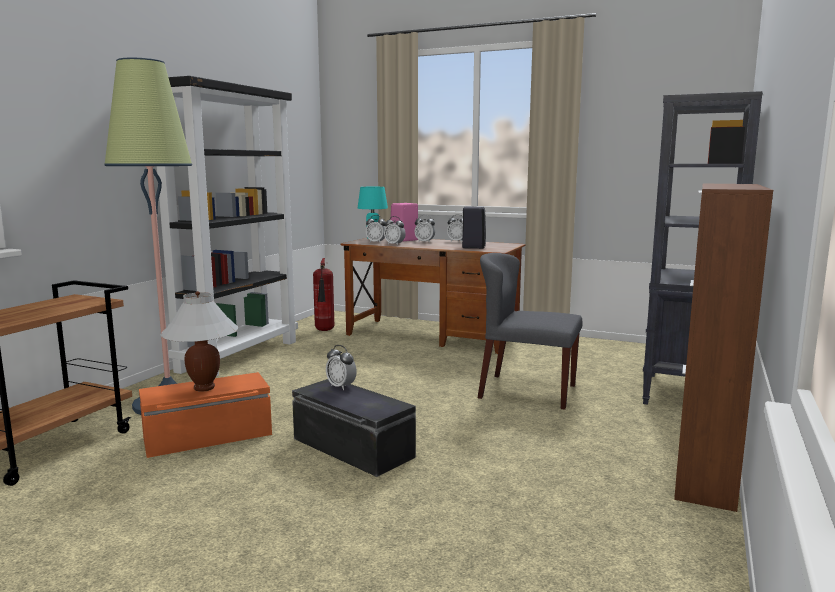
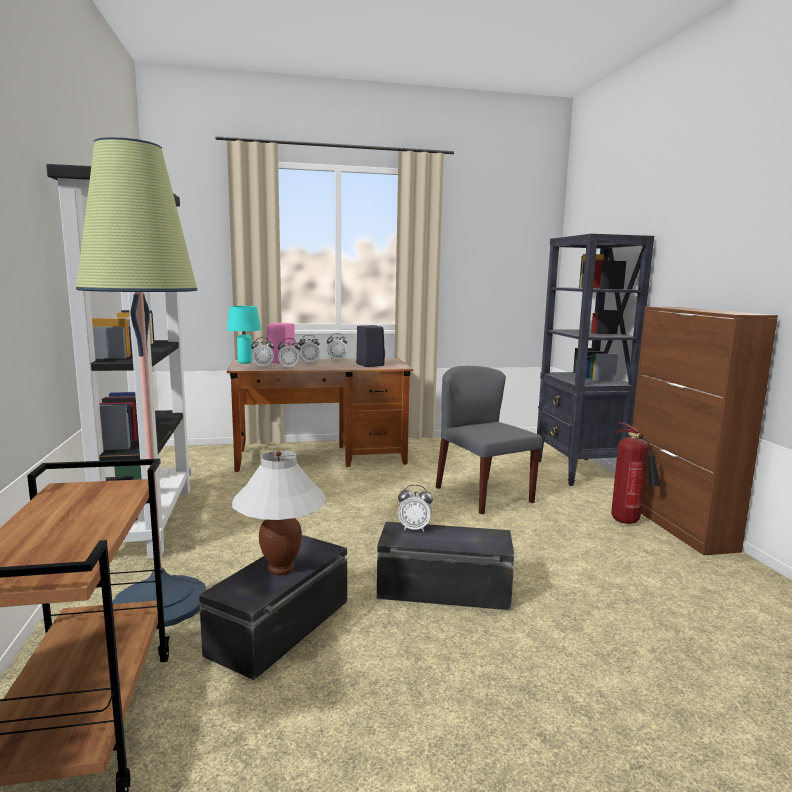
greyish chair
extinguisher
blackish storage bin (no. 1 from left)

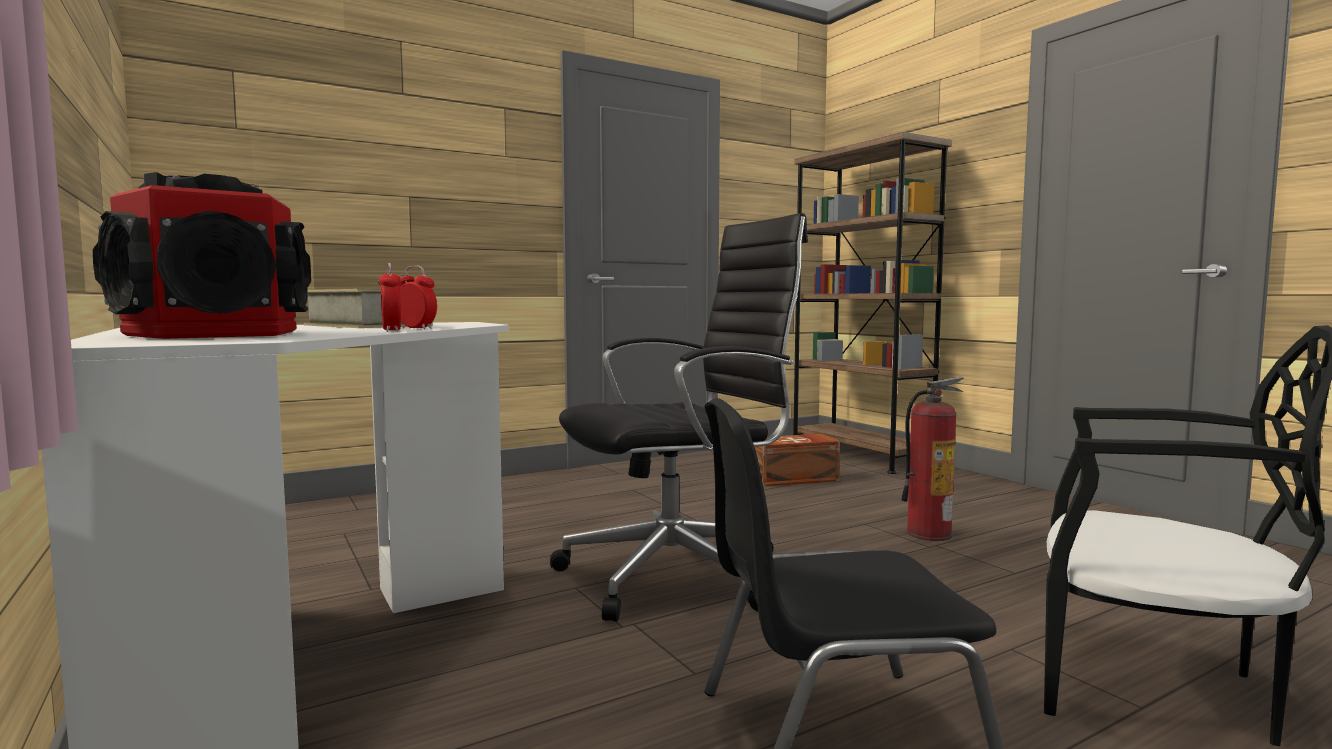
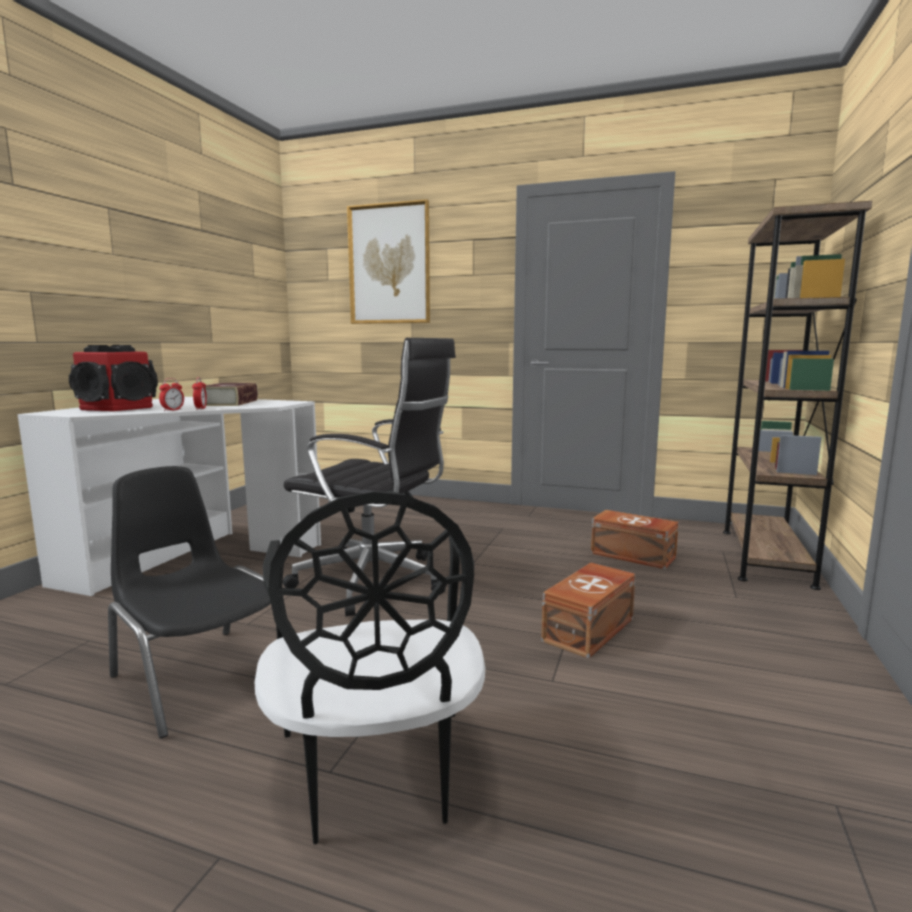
brownish storage bin (no. 1 from left)
picture

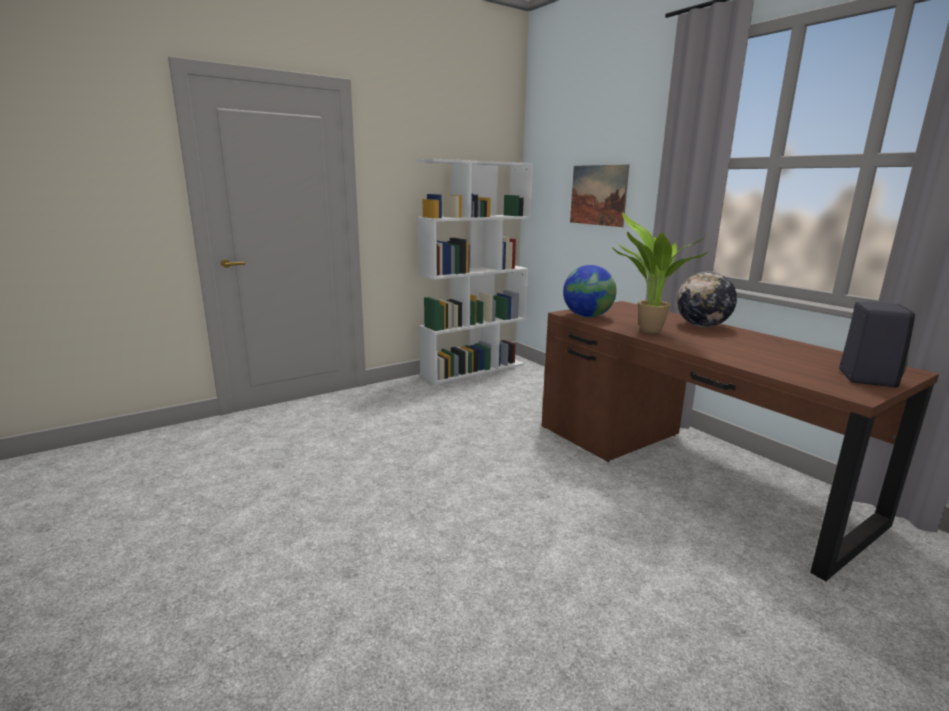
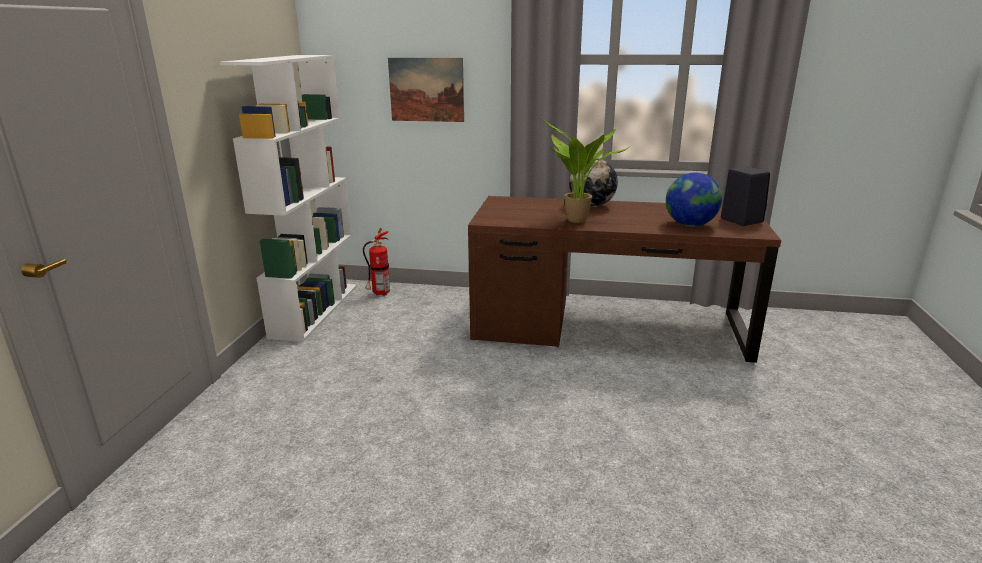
globe (no. 2 from left)
extinguisher

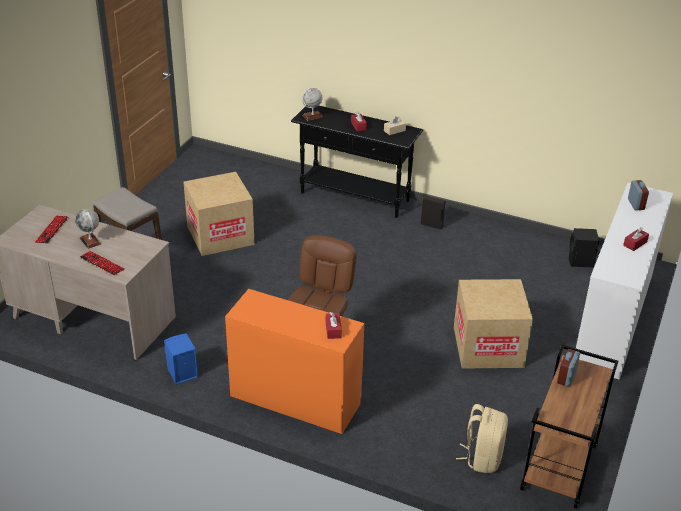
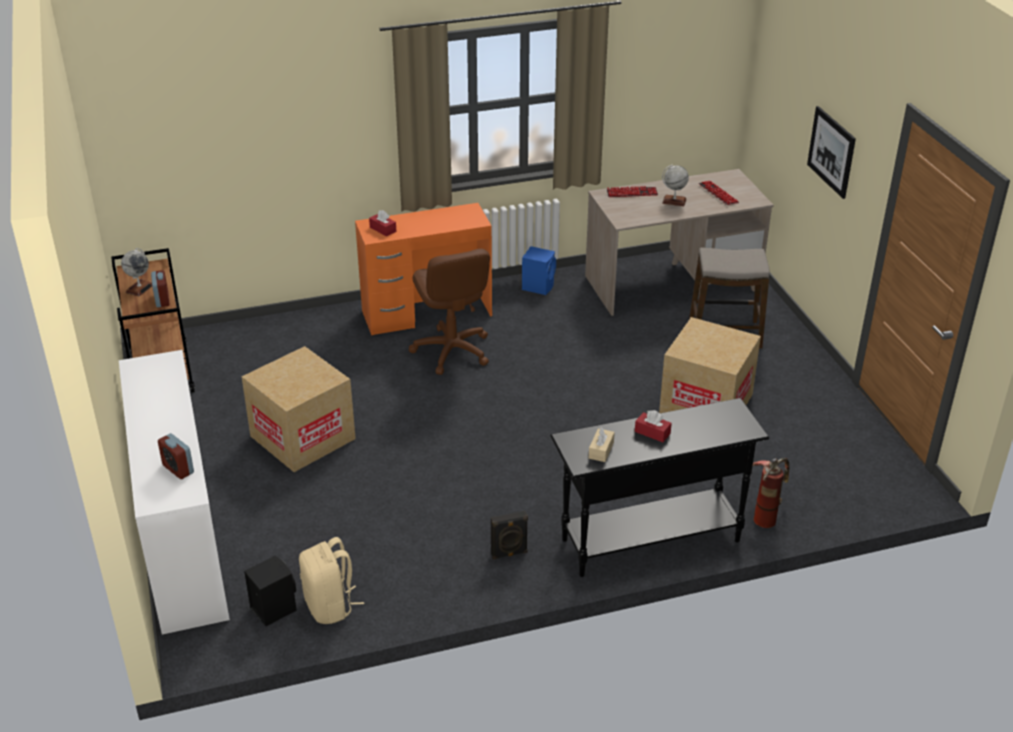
globe (no. 1 from left)
red-coloured tissue box (no. 3 from left in the first image)
sand-coloured backpack
picture
extinguisher

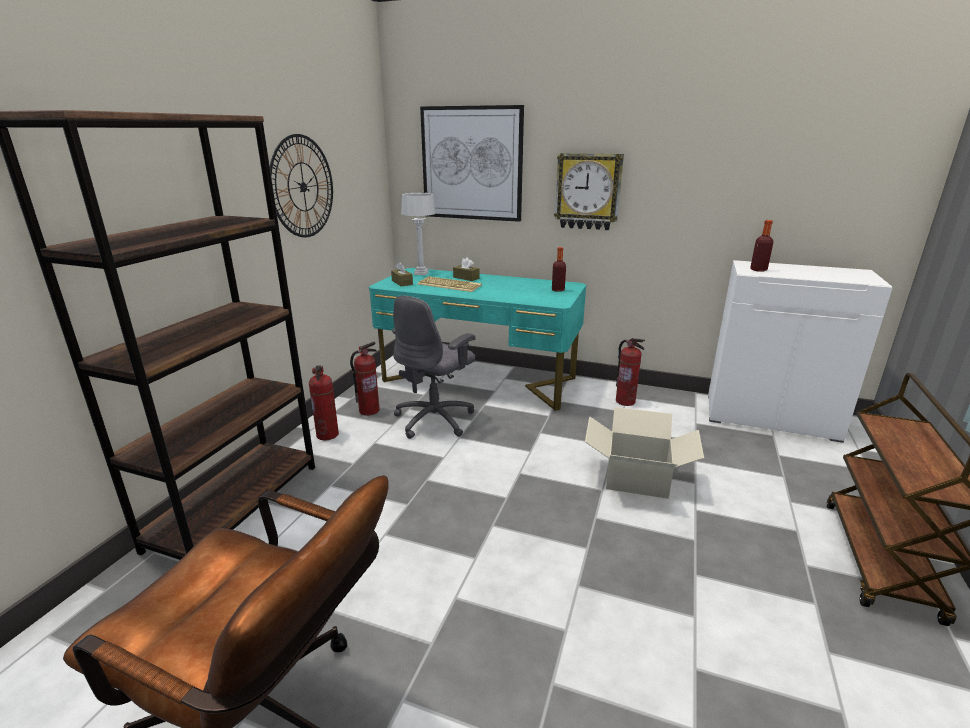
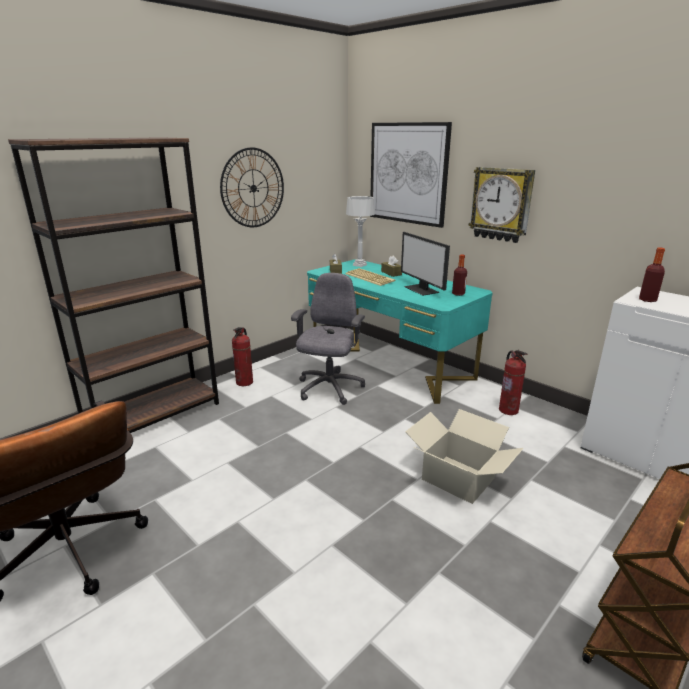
greyish desk chair
extinguisher (no. 2 from left in the first image)
computer display

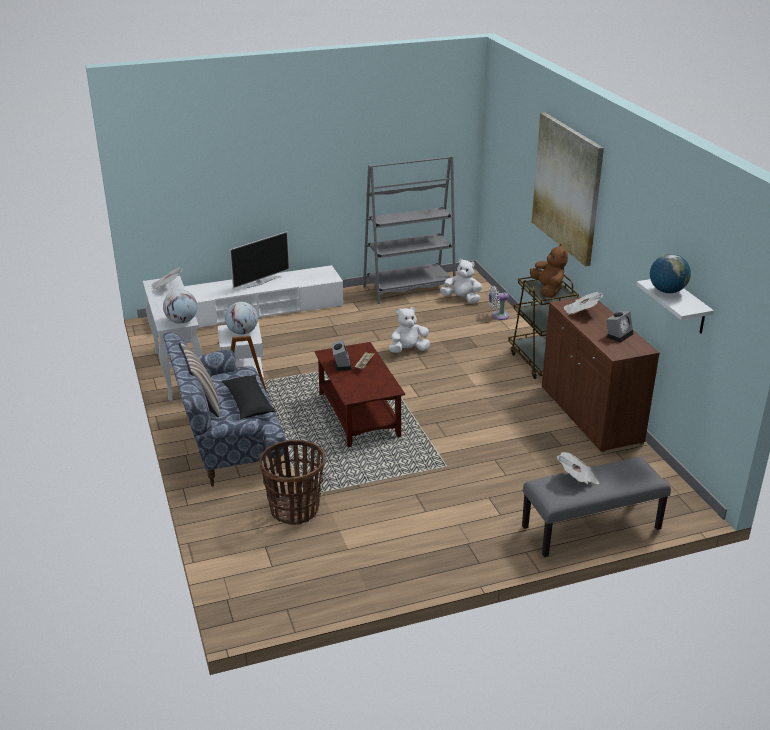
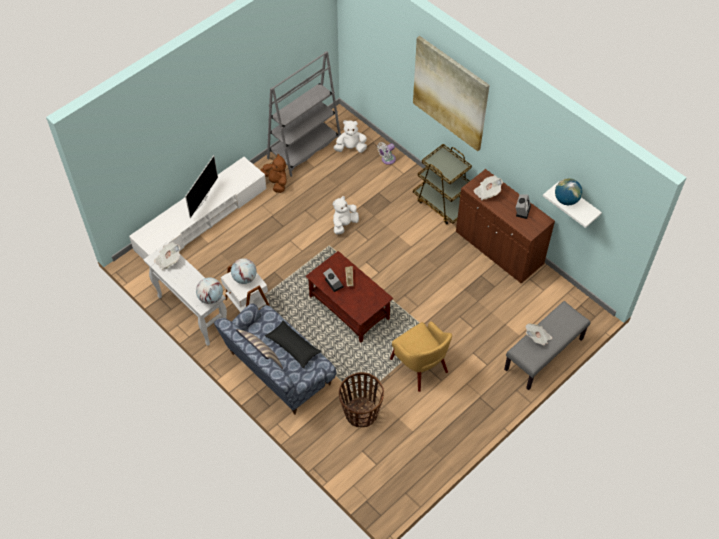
brownish plush toy
yellow lounge chair

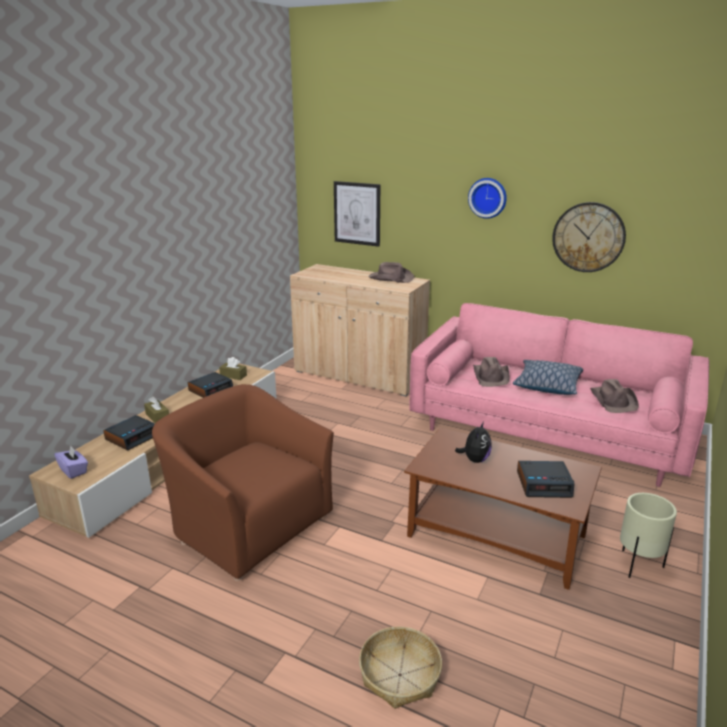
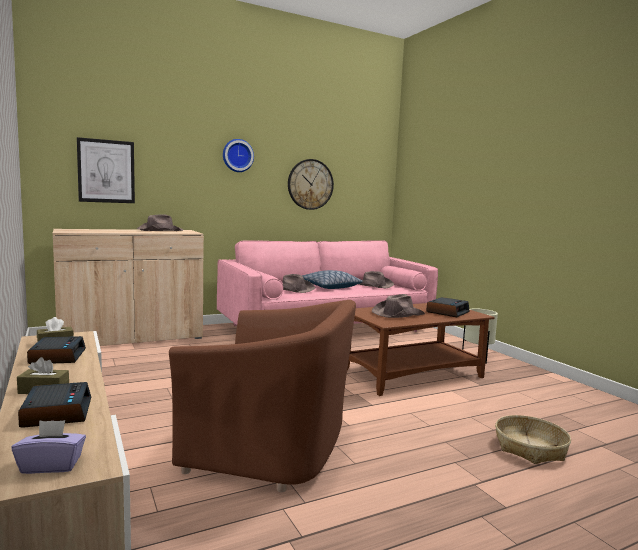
brownish lounge chair
brownish clothing hat (no. 4 from left)

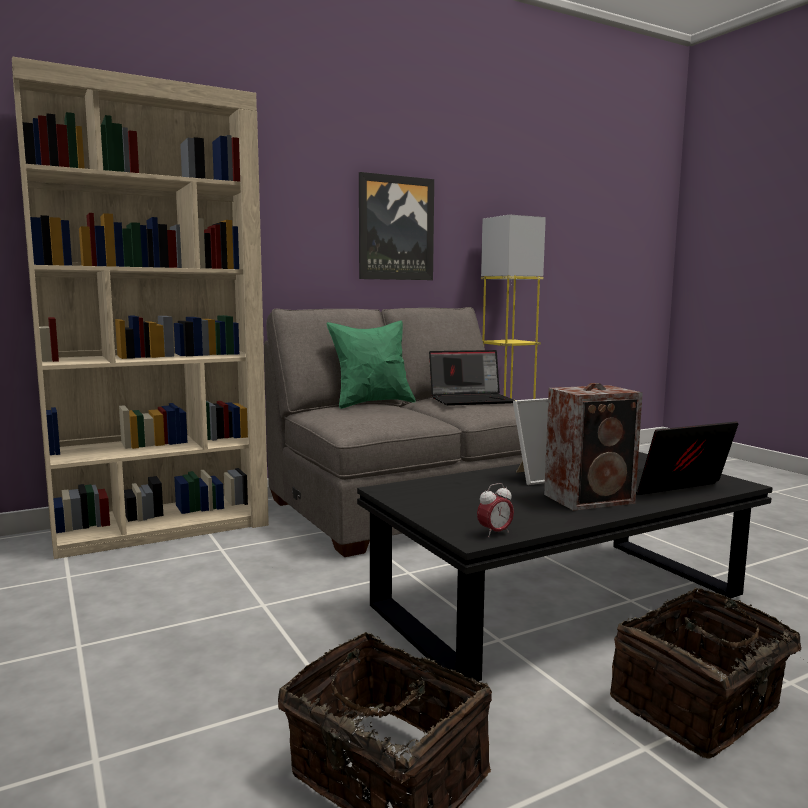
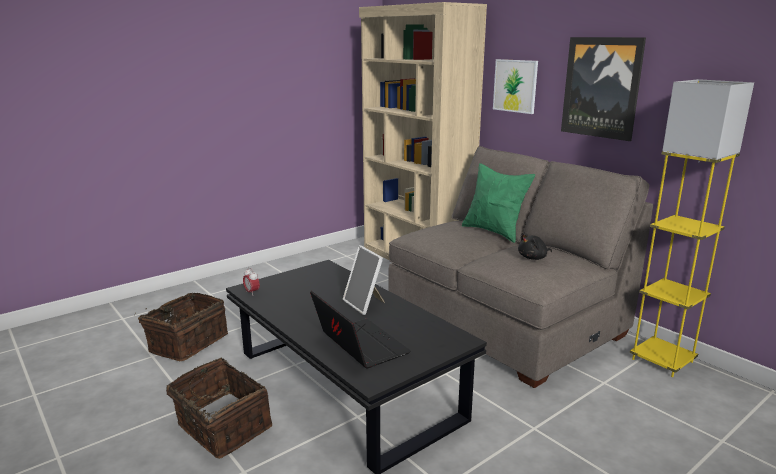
blackish plush toy
loudspeaker
picture (no. 1 from left)

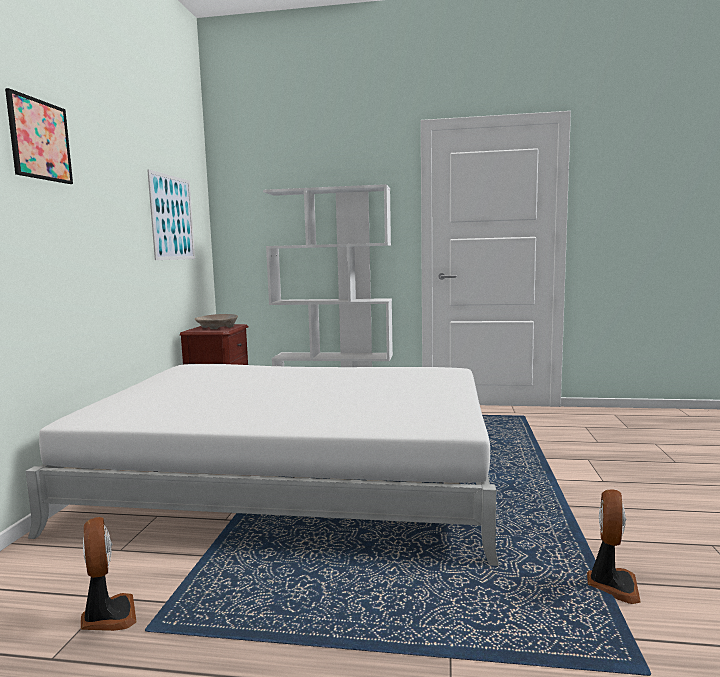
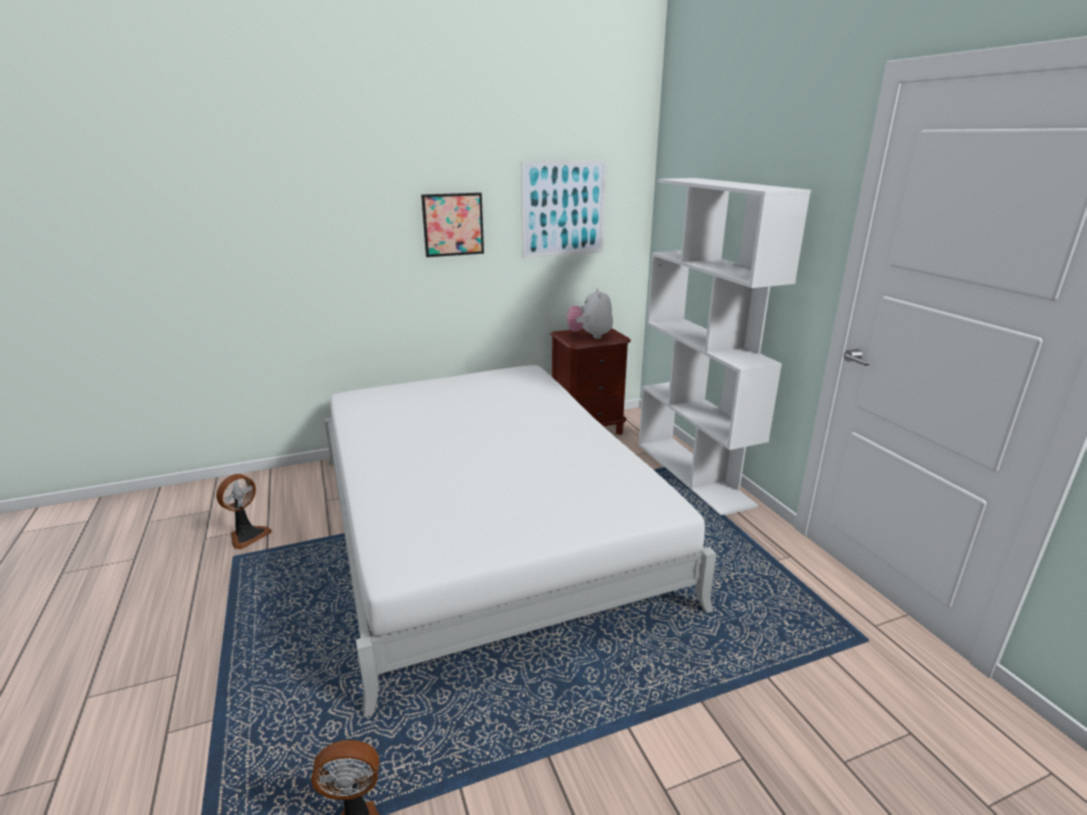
picture (no. 1 from left)
plush toy

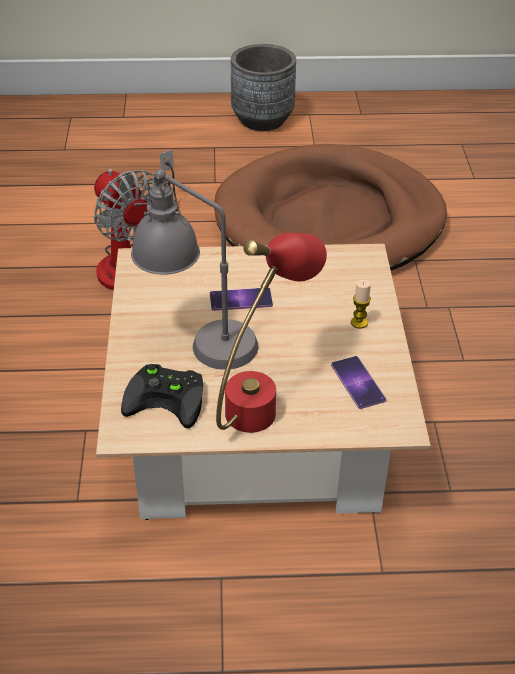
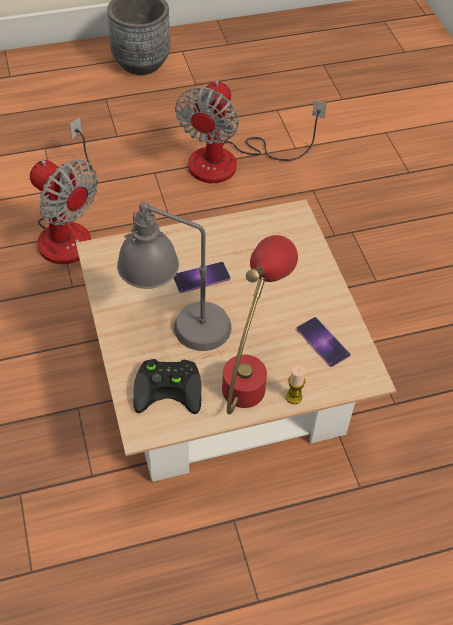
electric fan (no. 2 from left)
wax light

